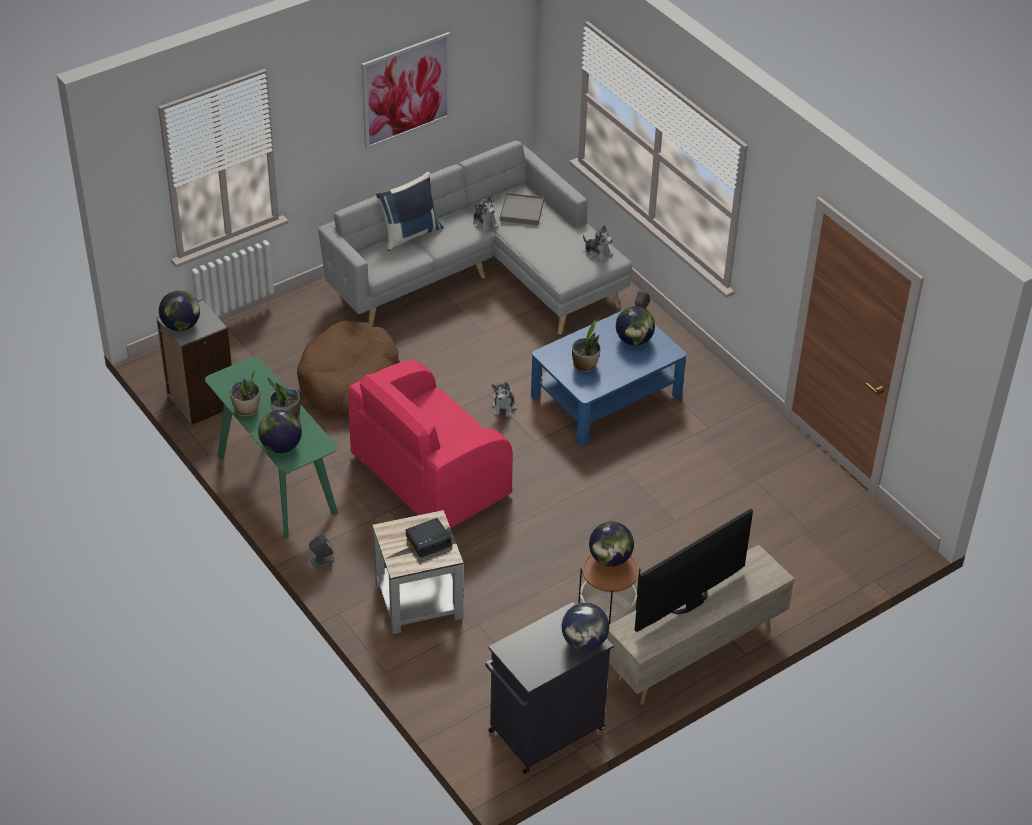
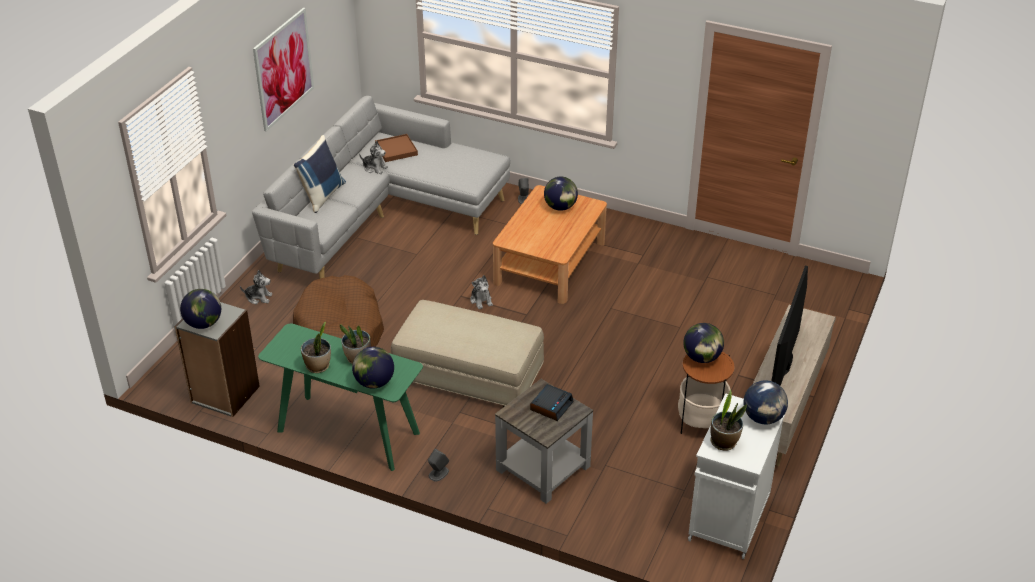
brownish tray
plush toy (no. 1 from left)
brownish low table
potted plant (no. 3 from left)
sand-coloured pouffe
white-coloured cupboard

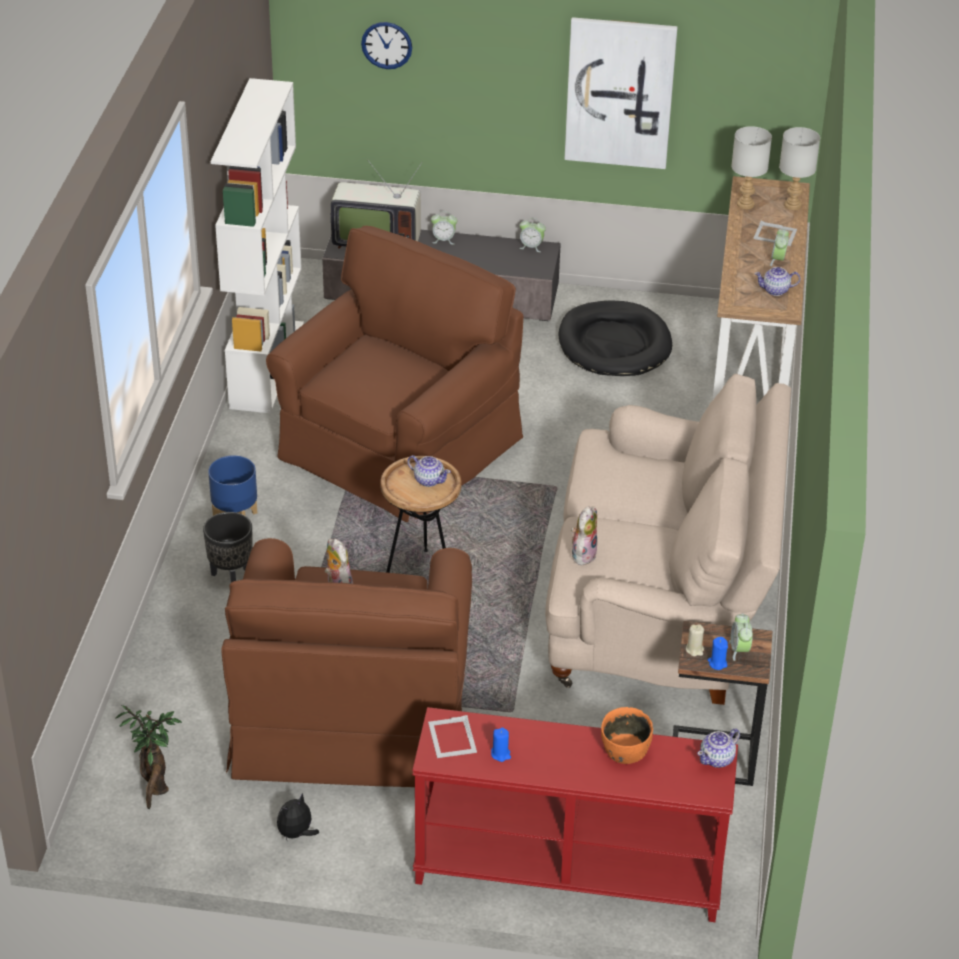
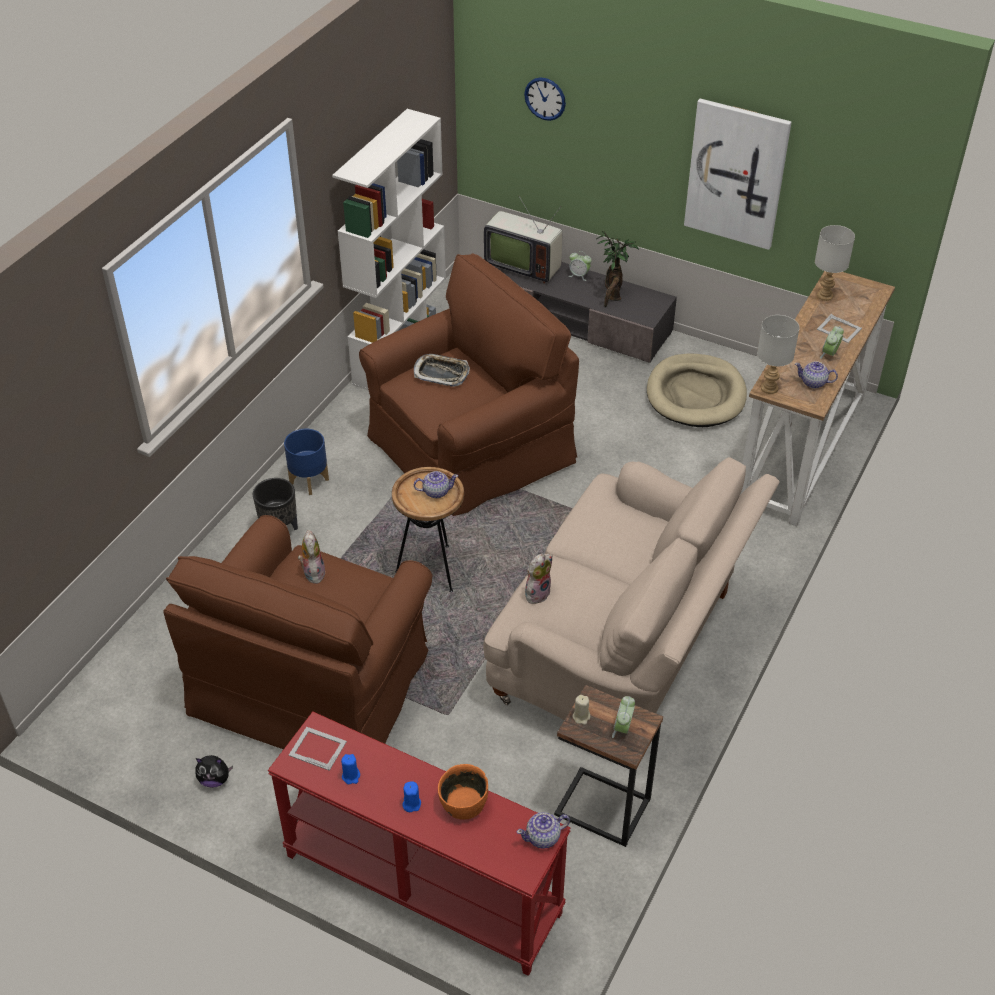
greyish tabletop lamp (no. 1 from left)
alarm clock (no. 2 from left in the first image)
sand-coloured dog cushion
teapot (no. 1 from left)
blue-coloured wax light (no. 2 from left)
potted plant
picture frame (no. 1 from left)
plush toy (no. 1 from left)
tray

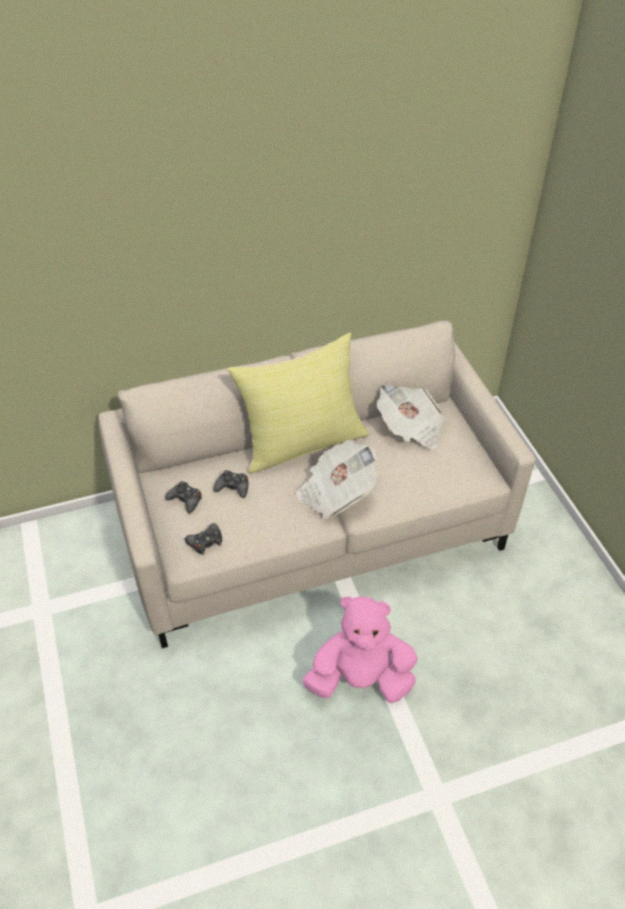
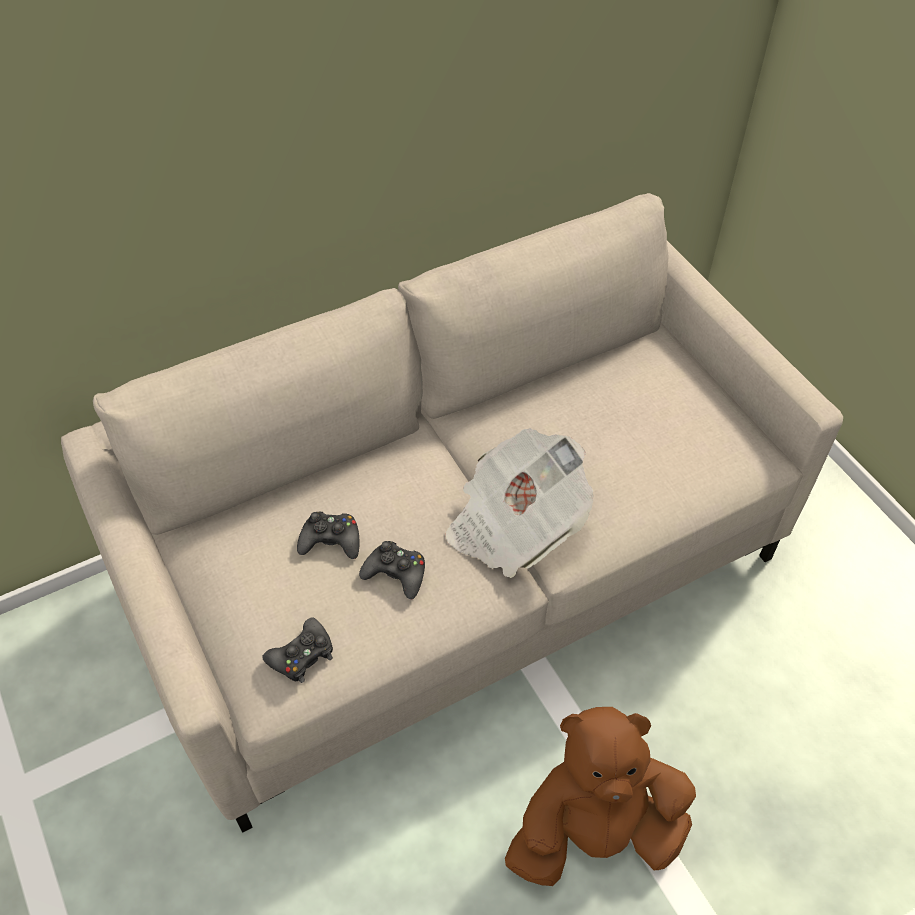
yellow throw pillow
printed paper (no. 2 from left in the first image)
blackish joypad (no. 3 from left)
brownish plush toy

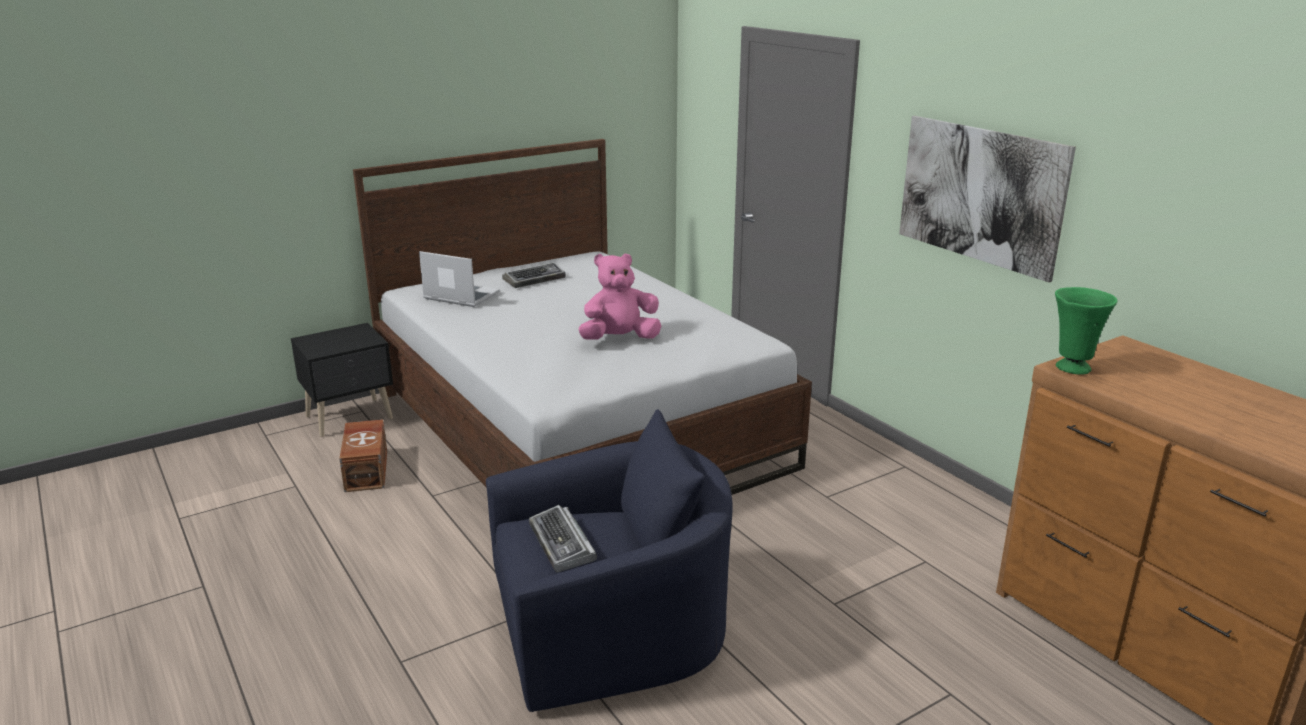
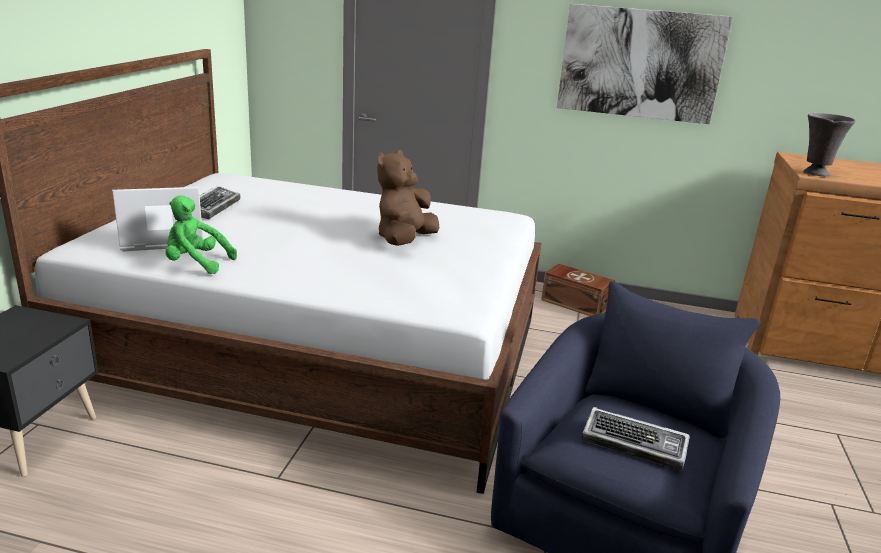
brownish plush toy
greyish flower vase
brownish storage bin
green plush toy

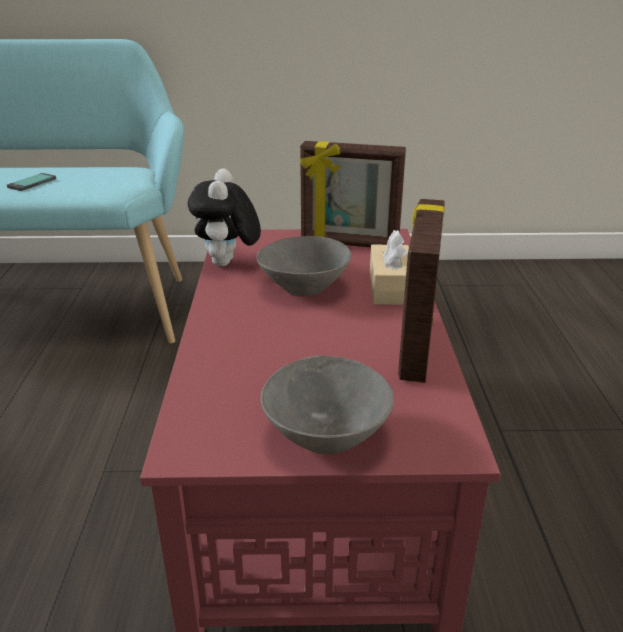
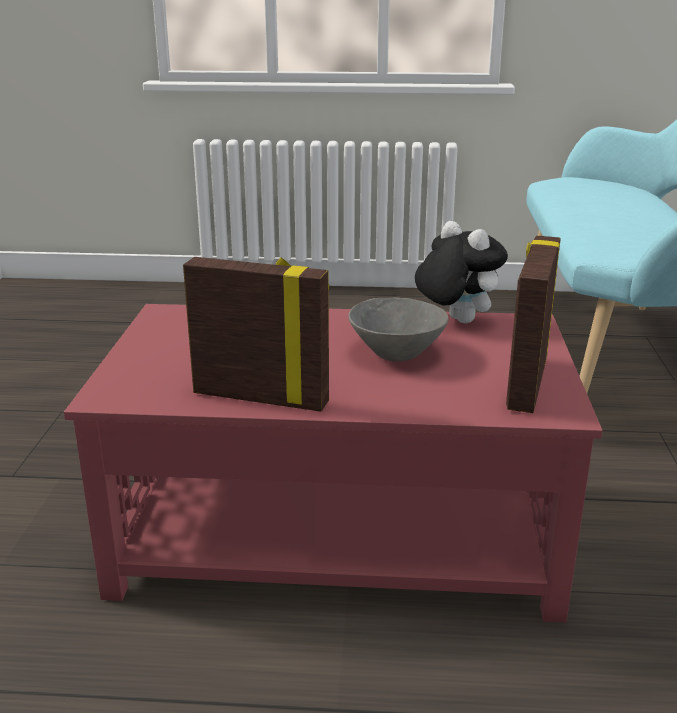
plush toy
handset
sand-coloured tissue box
greyish deep dish (no. 2 from left in the first image)

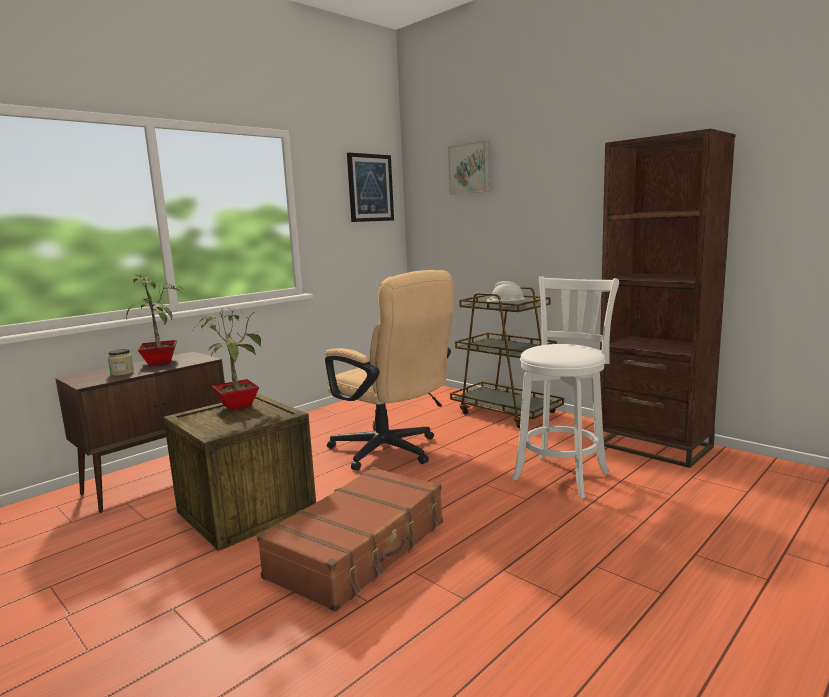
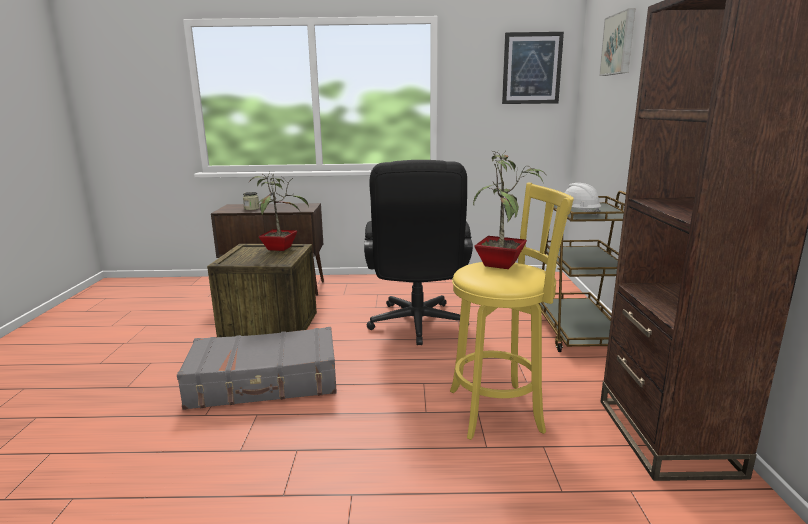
blackish desk chair
potted plant (no. 2 from left)
yellow stool seat
greyish piece of luggage

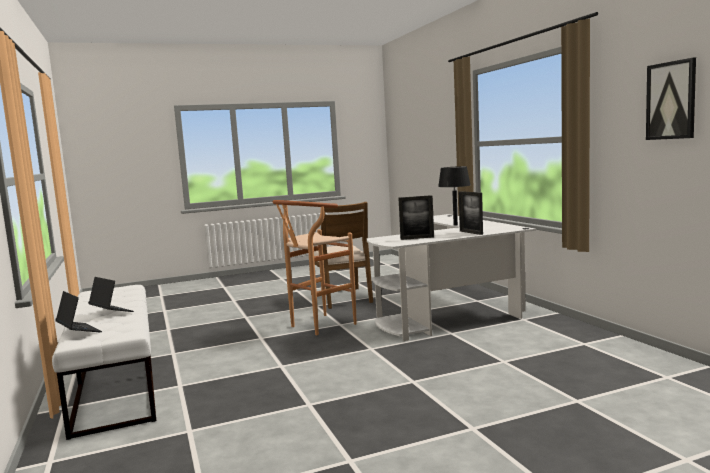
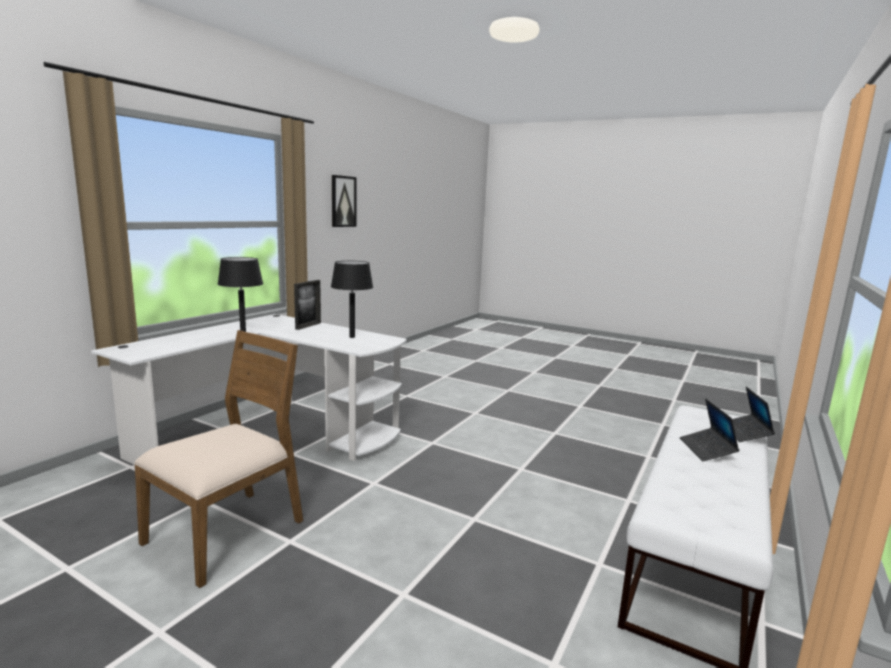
blackish tabletop lamp (no. 2 from left)
brownish stool seat

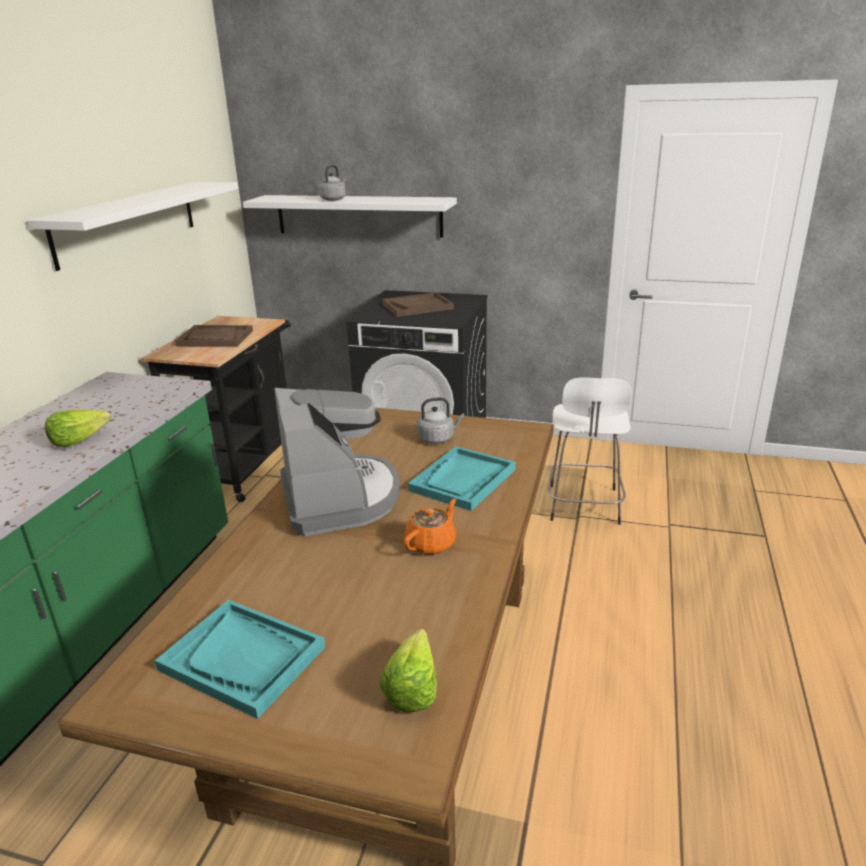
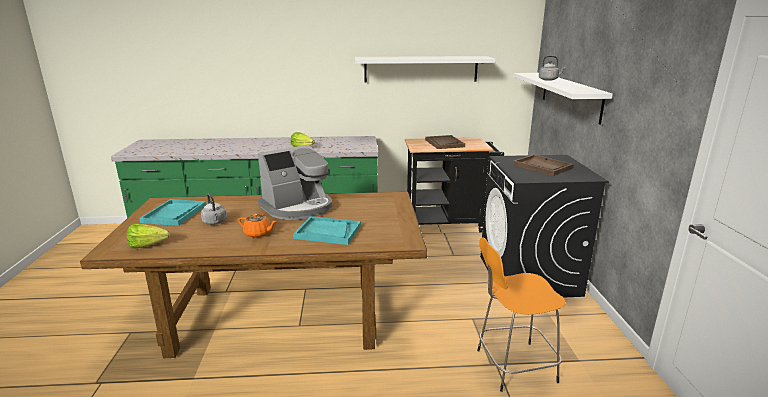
orange stool seat
greyish water kettle (no. 1 from left)

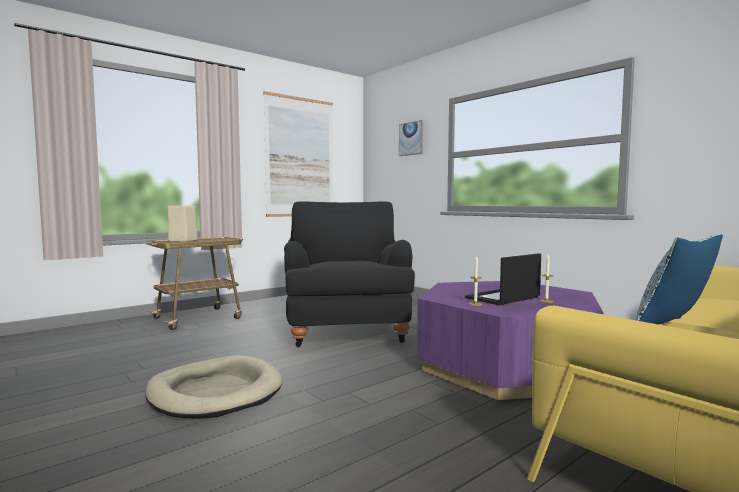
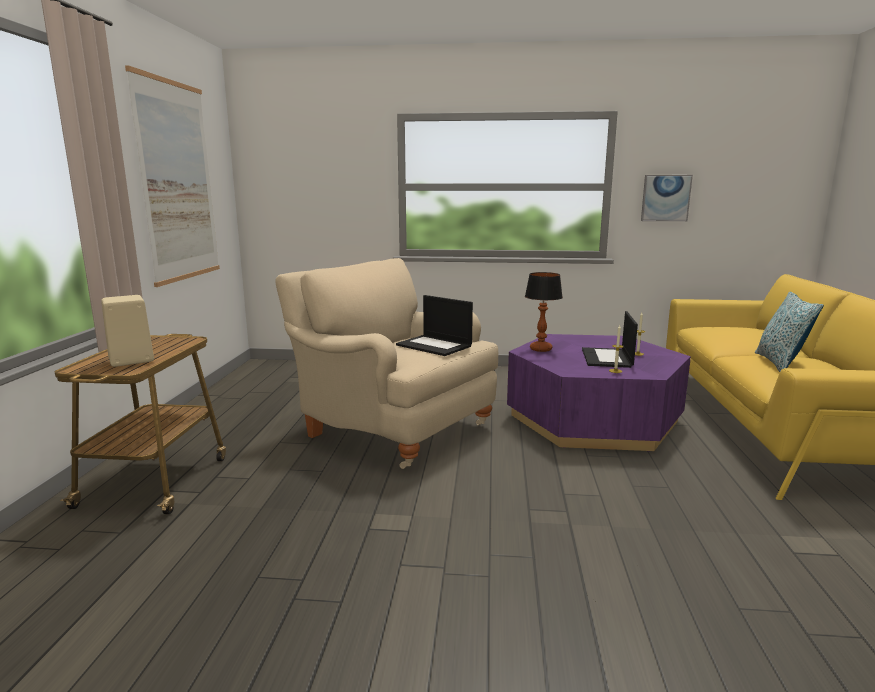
picture (no. 2 from left)
sand-coloured lounge chair
sand-coloured dog cushion
tabletop lamp
notebook computer (no. 1 from left)

